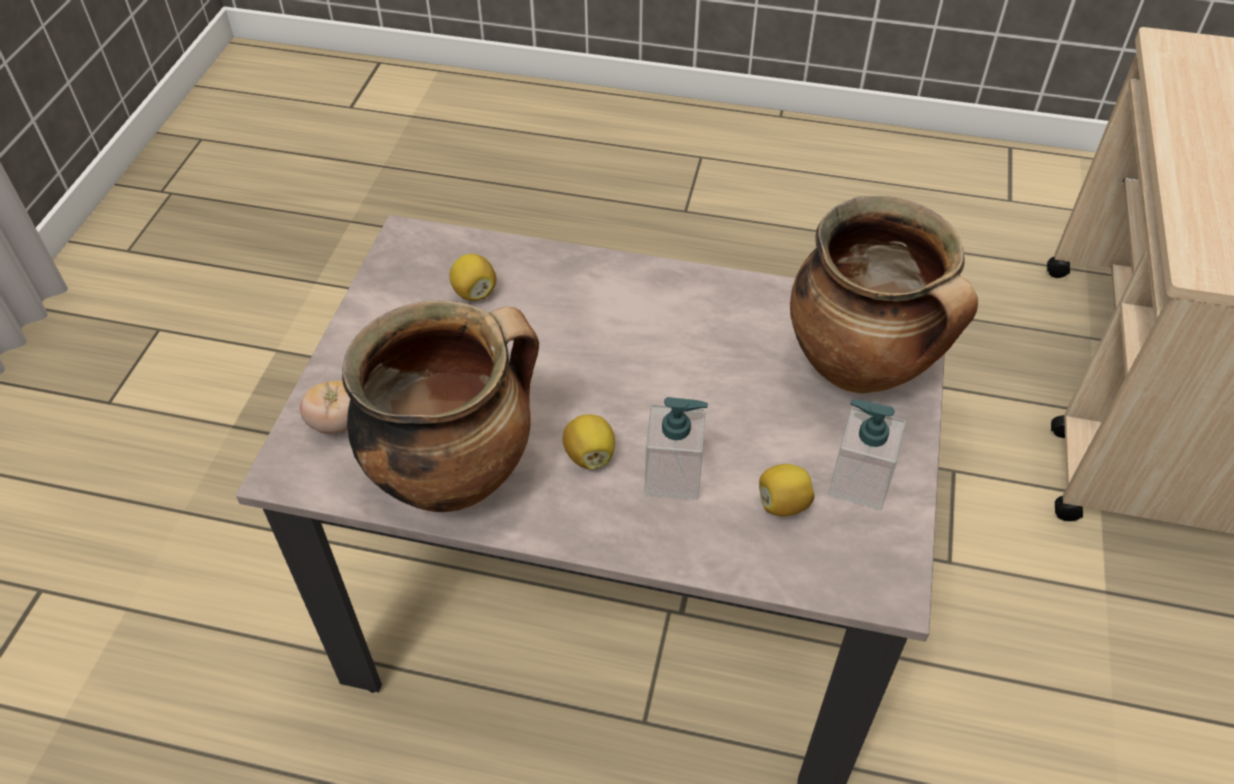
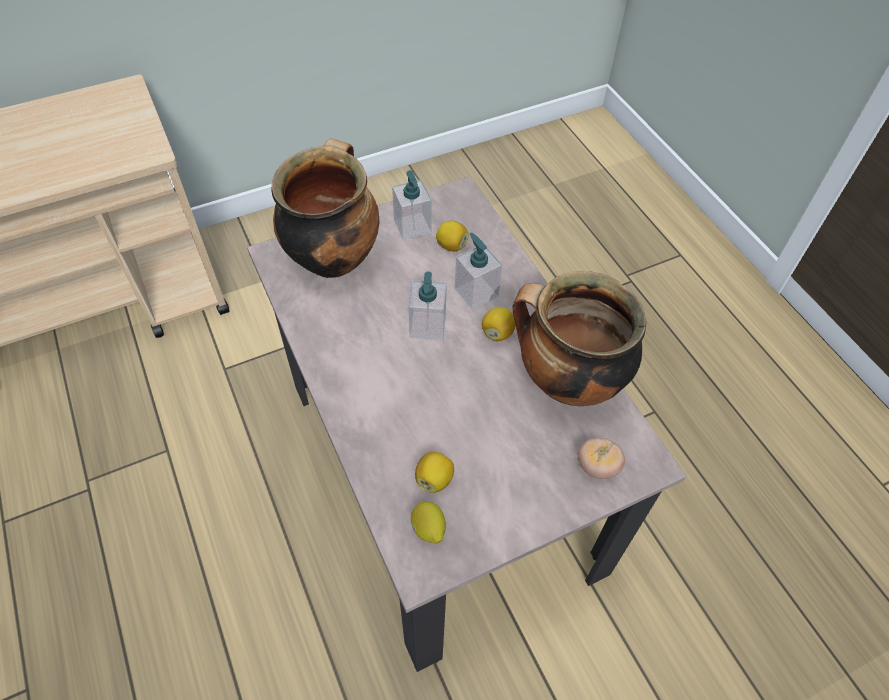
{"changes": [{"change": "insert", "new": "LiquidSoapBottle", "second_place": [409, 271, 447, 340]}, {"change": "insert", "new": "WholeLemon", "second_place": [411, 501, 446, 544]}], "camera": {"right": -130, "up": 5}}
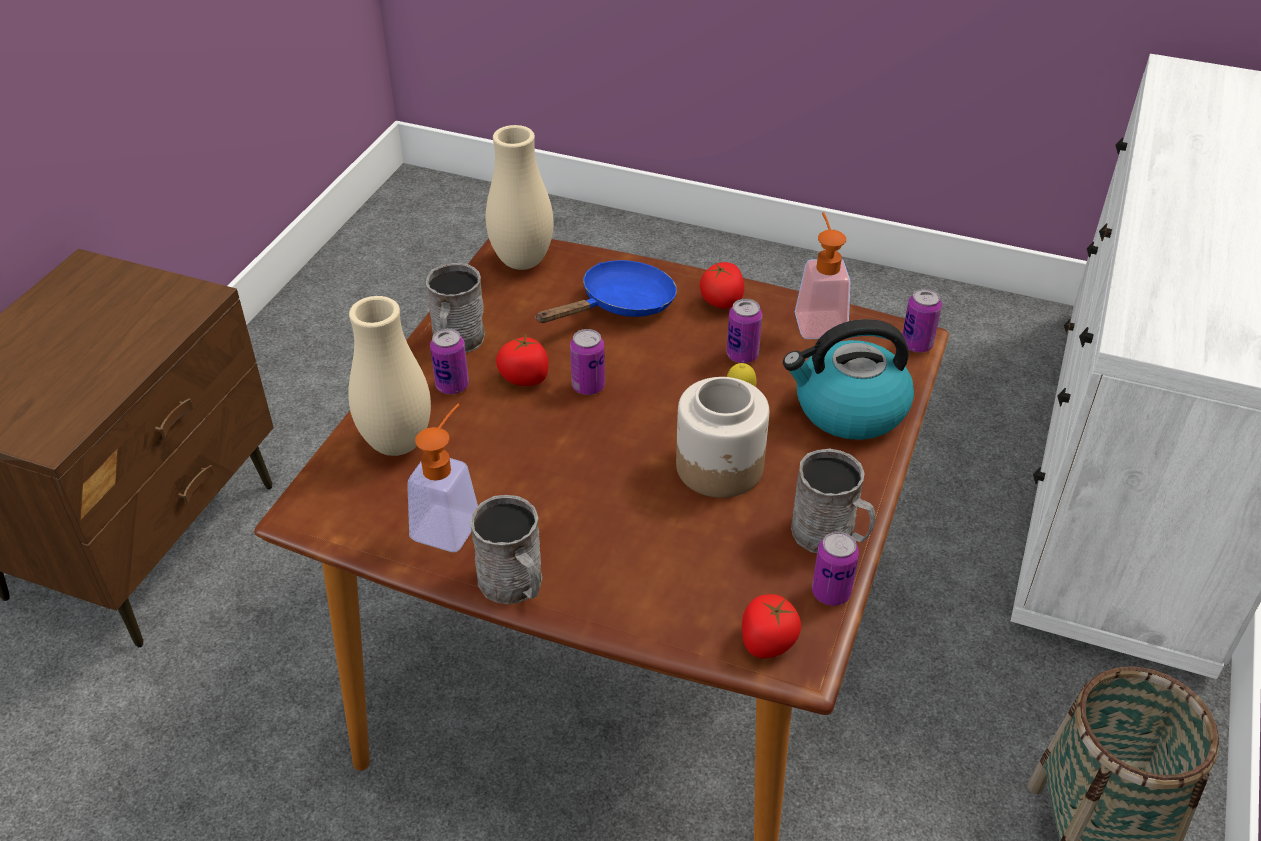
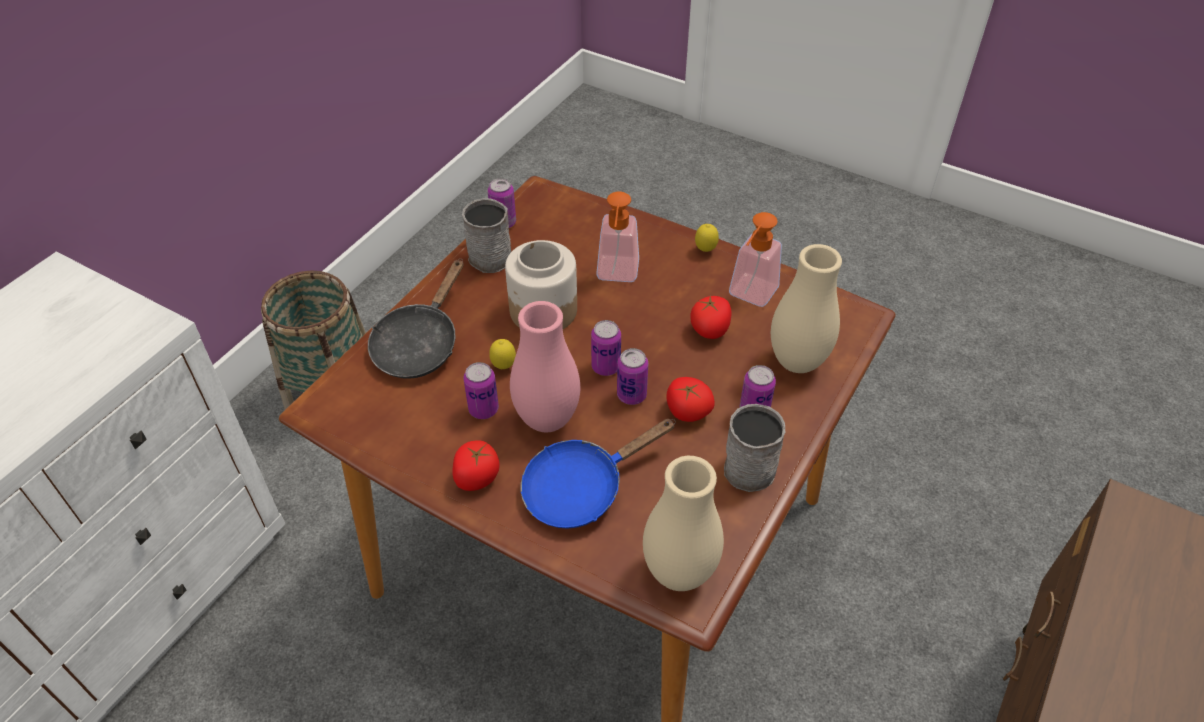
{"changes": [{"change": "insert", "new": "PinkColouredVase", "second_place": [510, 301, 580, 432]}, {"change": "move", "old": "WholeTomato", "first_place": [742, 594, 801, 658], "second_place": [690, 295, 732, 339]}, {"change": "move", "old": "LiquidSoapBottle", "first_place": [795, 212, 851, 339], "second_place": [596, 191, 639, 282]}, {"change": "move", "old": "MetalCan", "first_place": [902, 288, 942, 353], "second_place": [591, 320, 621, 376]}, {"change": "replace", "old": "GrayTeaMug", "new": "WholeLemon", "first_place": [469, 495, 543, 604], "second_place": [695, 224, 719, 252]}, {"change": "replace", "old": "TeaKettle", "new": "BlackFryingPan", "first_place": [783, 319, 914, 440], "second_place": [368, 259, 464, 379]}], "camera": {"right": -170, "up": 5}}
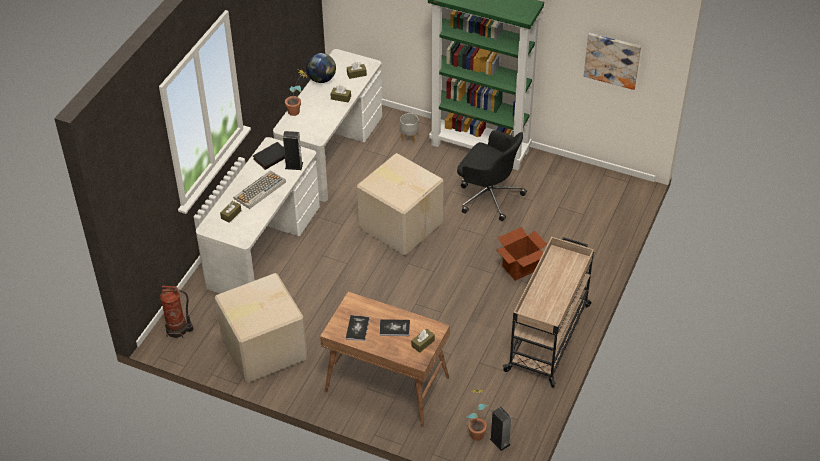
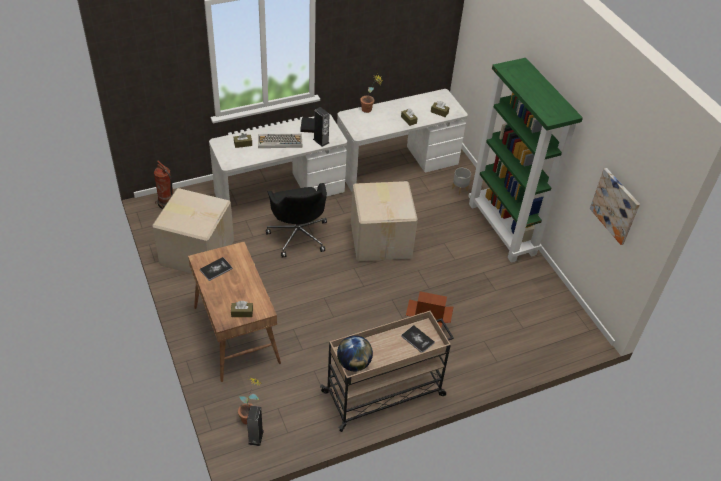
{"changes": [{"change": "move", "old": "DeskGlobe", "first_place": [306, 53, 336, 83], "second_place": [337, 335, 373, 371]}, {"change": "move", "old": "Volume", "first_place": [379, 319, 410, 336], "second_place": [401, 325, 435, 353]}, {"change": "move", "old": "BlackOfficeChair", "first_place": [457, 130, 527, 221], "second_place": [266, 183, 327, 258]}], "camera": {"right": 40, "up": 0}}
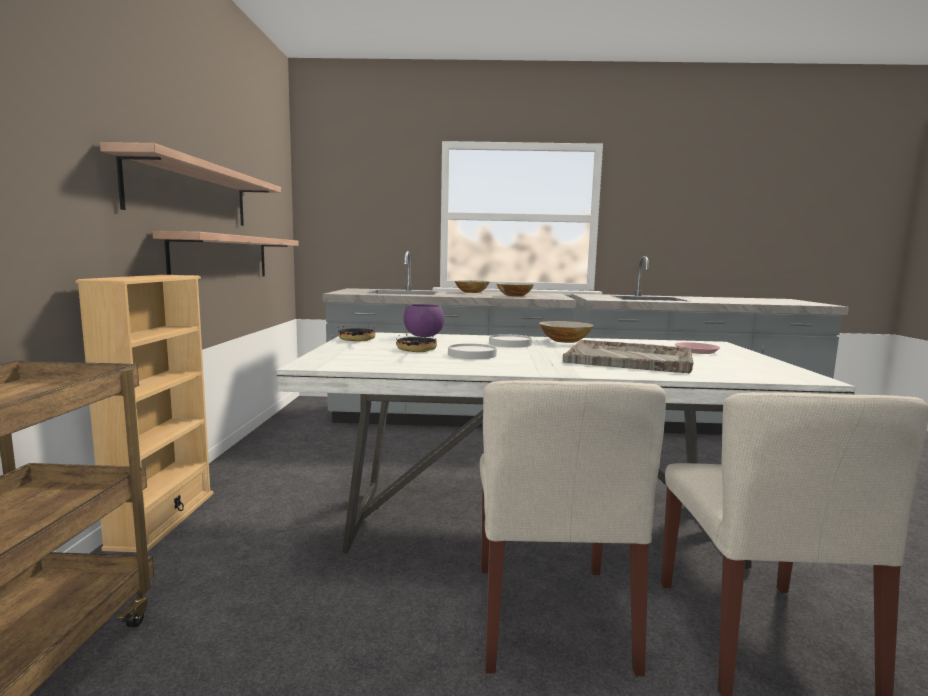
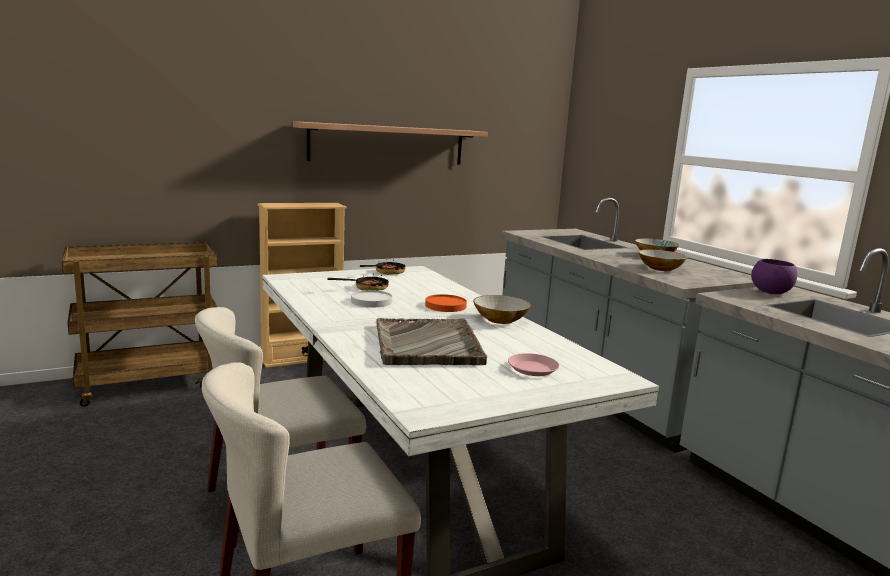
{"changes": [{"change": "delete", "old": "WallShelf", "first_place": [152, 231, 299, 276]}, {"change": "move", "old": "PurpleBowl", "first_place": [404, 304, 445, 337], "second_place": [751, 259, 797, 294]}, {"change": "recolor", "old": "WhiteColouredPlate", "new": "OrangeyPlate", "first_place": [489, 334, 532, 347], "second_place": [425, 294, 467, 312]}], "camera": {"right": 60, "up": 5}}
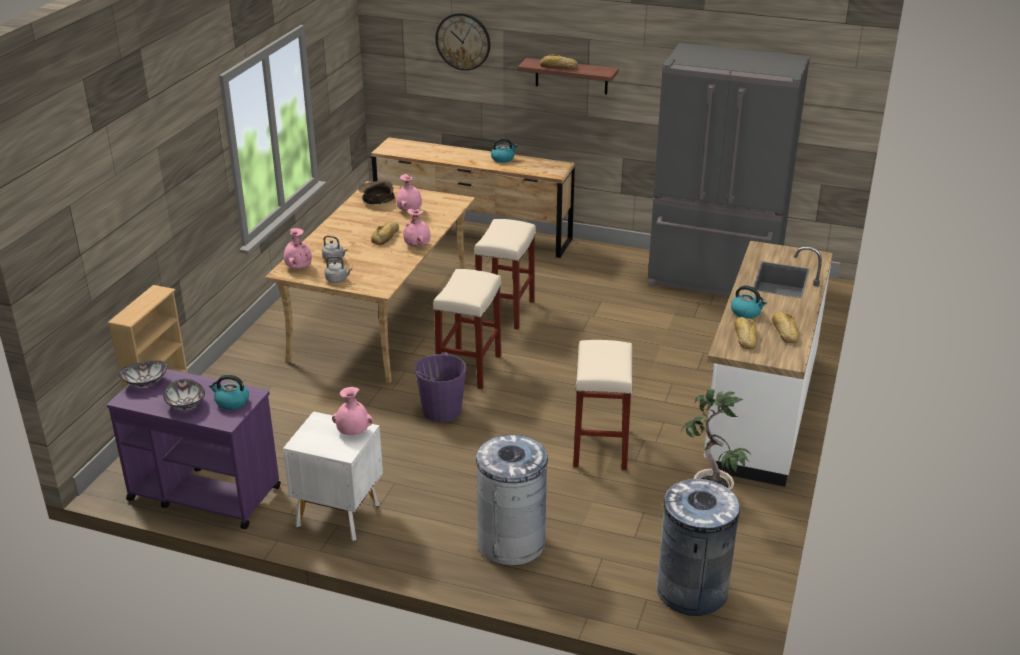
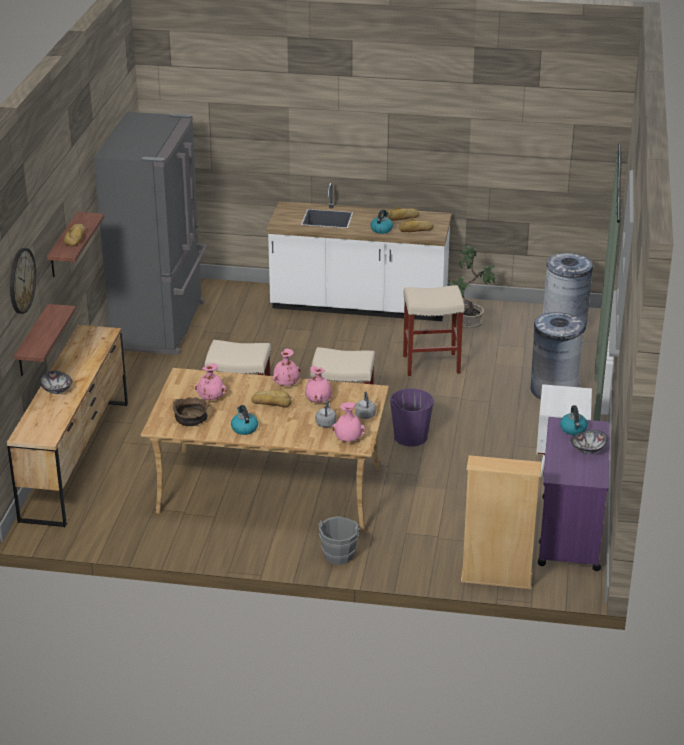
{"changes": [{"change": "insert", "new": "WallShelf", "second_place": [14, 304, 76, 376]}, {"change": "insert", "new": "GrayWaterBucket", "second_place": [318, 516, 362, 565]}, {"change": "move", "old": "Bowl", "first_place": [119, 361, 168, 387], "second_place": [40, 371, 72, 394]}, {"change": "move", "old": "PinkColouredVase", "first_place": [332, 387, 373, 435], "second_place": [305, 366, 332, 403]}, {"change": "move", "old": "TeaKettle", "first_place": [491, 138, 518, 163], "second_place": [231, 405, 258, 435]}], "camera": {"right": -100, "up": 0}}
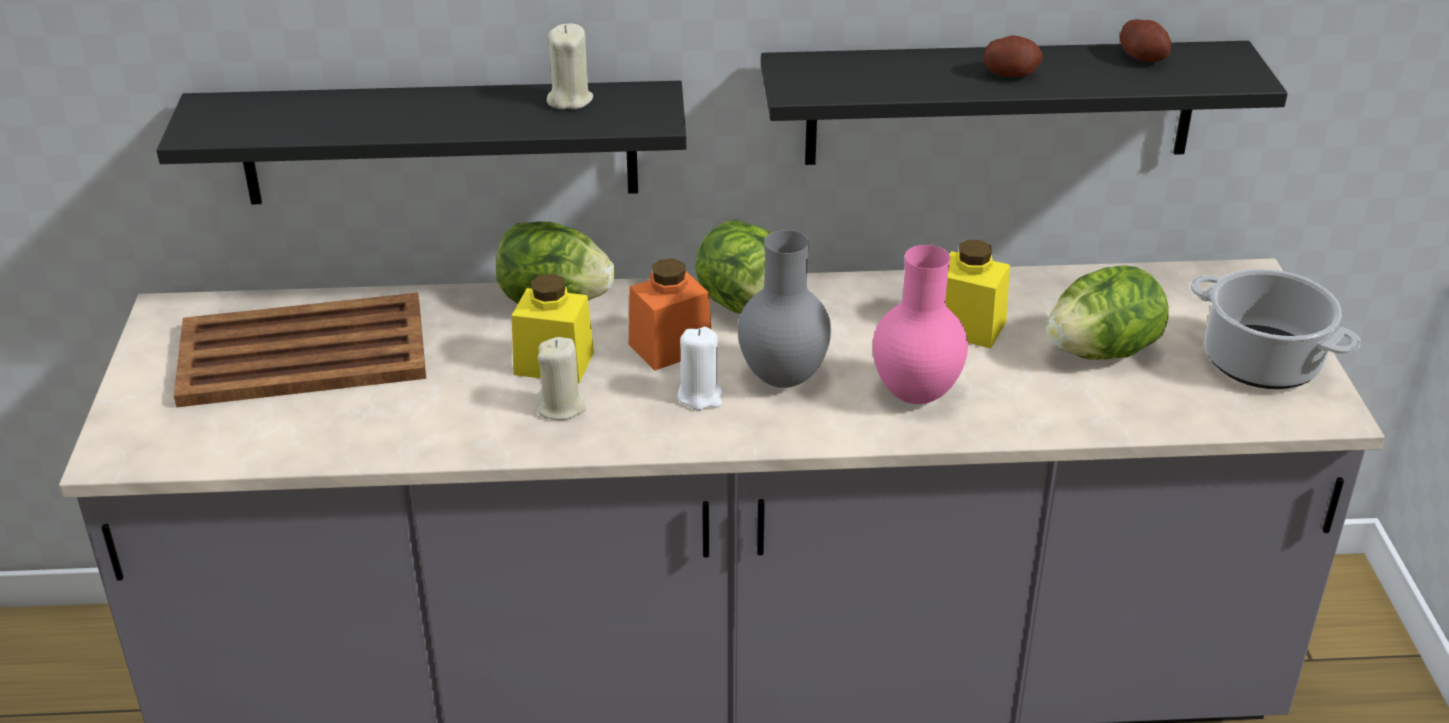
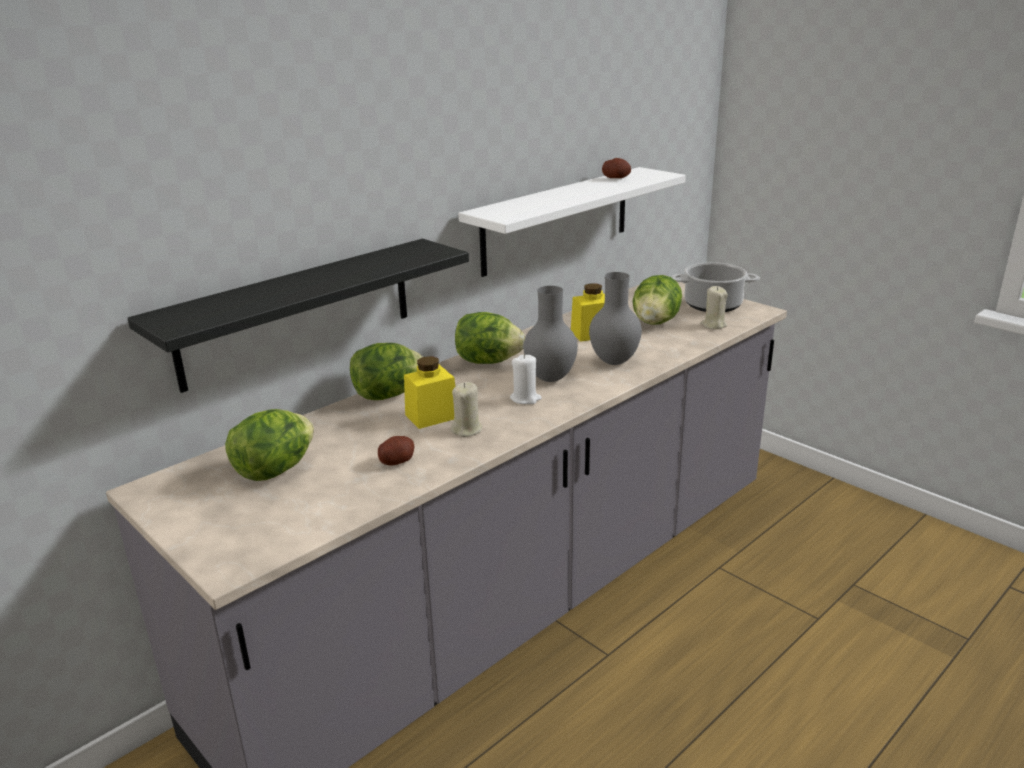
{"changes": [{"change": "delete", "old": "OrangeyStorageJar", "first_place": [629, 259, 711, 371]}, {"change": "move", "old": "SandColouredWaxCandle", "first_place": [547, 23, 593, 109], "second_place": [700, 286, 728, 329]}, {"change": "move", "old": "Spud", "first_place": [984, 35, 1043, 77], "second_place": [378, 436, 415, 465]}, {"change": "replace", "old": "BrownishServingTray", "new": "HeadOfLettuce", "first_place": [174, 293, 426, 408], "second_place": [225, 409, 314, 481]}, {"change": "recolor", "old": "BlackWallShelf", "new": "WhiteColouredWallShelf", "first_place": [761, 41, 1288, 165], "second_place": [458, 167, 686, 277]}, {"change": "recolor", "old": "PinkColouredVase", "new": "GrayVase", "first_place": [873, 245, 968, 404], "second_place": [589, 272, 642, 365]}], "camera": {"right": -40, "up": -10}}
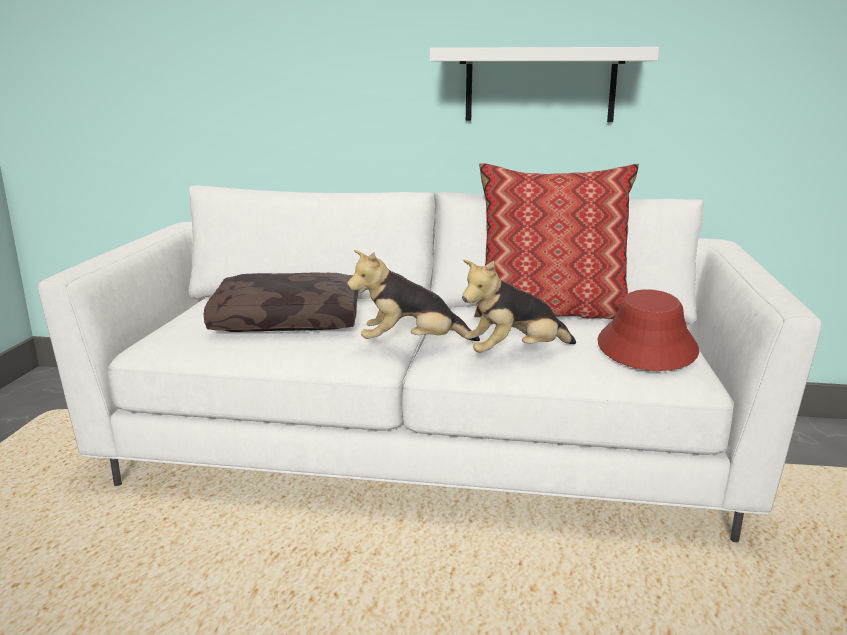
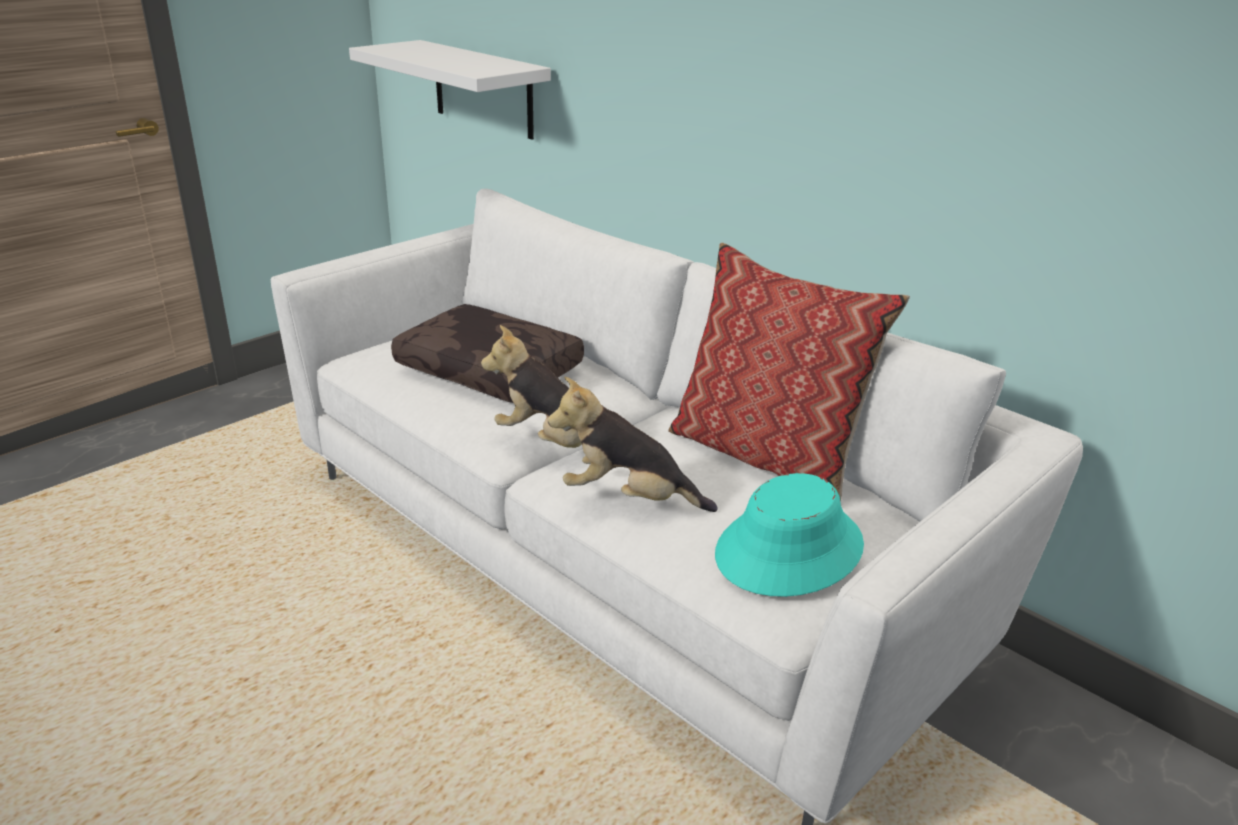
{"changes": [{"change": "move", "old": "WhiteColouredWallShelf", "first_place": [430, 47, 659, 122], "second_place": [349, 40, 551, 140]}, {"change": "recolor", "old": "ReddishHat", "new": "TurquoiseHat", "first_place": [597, 289, 699, 371], "second_place": [715, 473, 864, 597]}], "camera": {"right": 35, "up": 10}}
